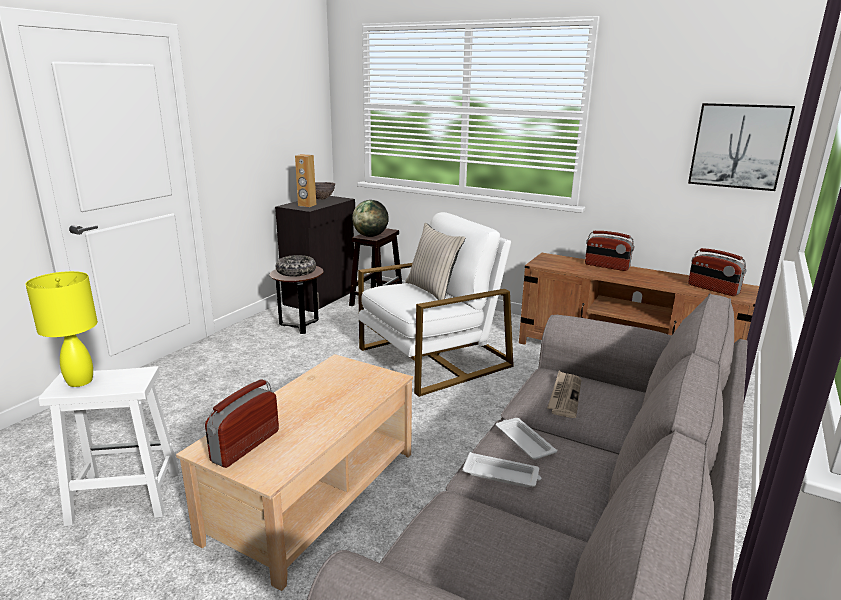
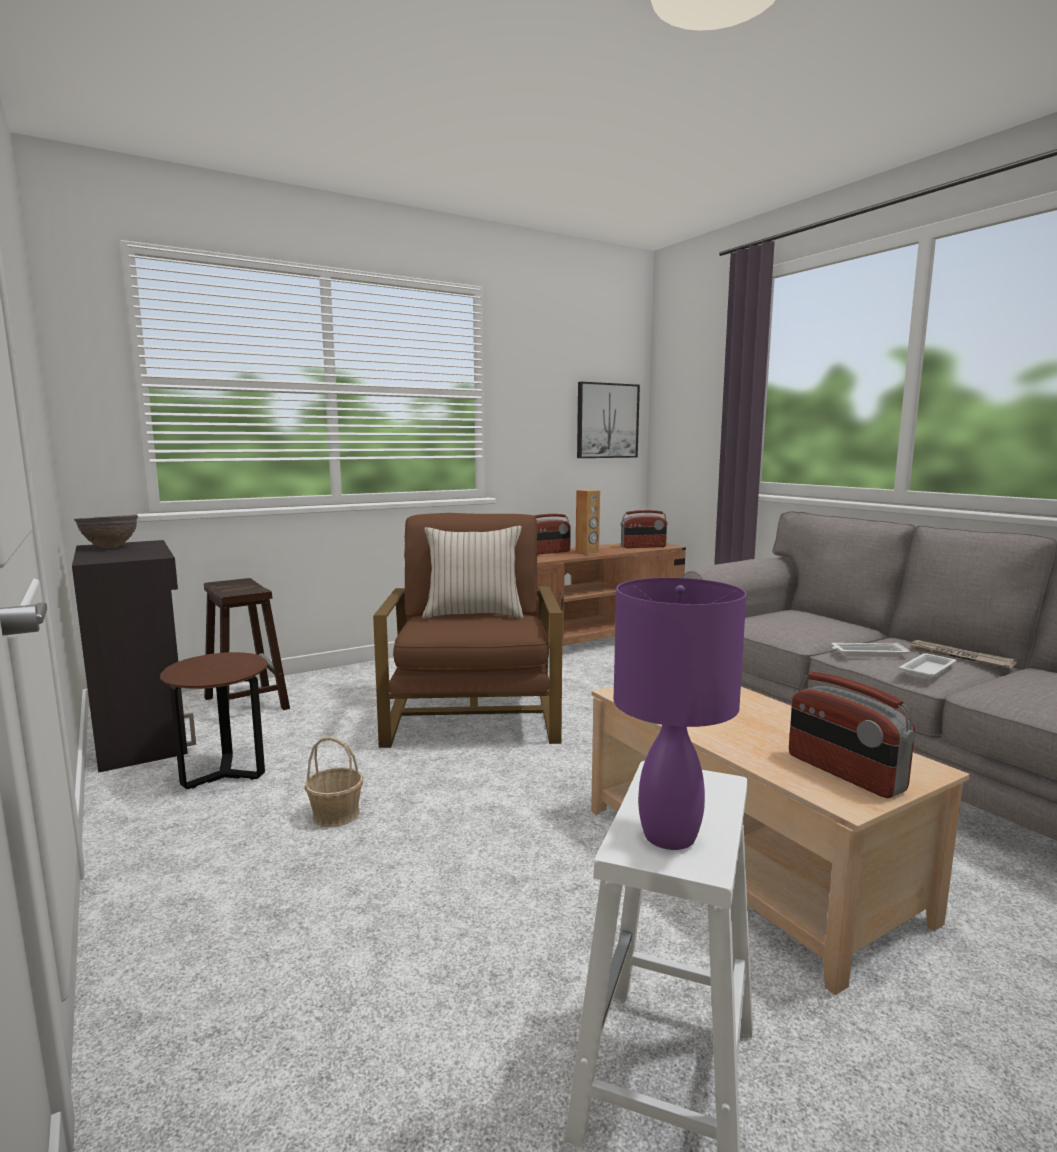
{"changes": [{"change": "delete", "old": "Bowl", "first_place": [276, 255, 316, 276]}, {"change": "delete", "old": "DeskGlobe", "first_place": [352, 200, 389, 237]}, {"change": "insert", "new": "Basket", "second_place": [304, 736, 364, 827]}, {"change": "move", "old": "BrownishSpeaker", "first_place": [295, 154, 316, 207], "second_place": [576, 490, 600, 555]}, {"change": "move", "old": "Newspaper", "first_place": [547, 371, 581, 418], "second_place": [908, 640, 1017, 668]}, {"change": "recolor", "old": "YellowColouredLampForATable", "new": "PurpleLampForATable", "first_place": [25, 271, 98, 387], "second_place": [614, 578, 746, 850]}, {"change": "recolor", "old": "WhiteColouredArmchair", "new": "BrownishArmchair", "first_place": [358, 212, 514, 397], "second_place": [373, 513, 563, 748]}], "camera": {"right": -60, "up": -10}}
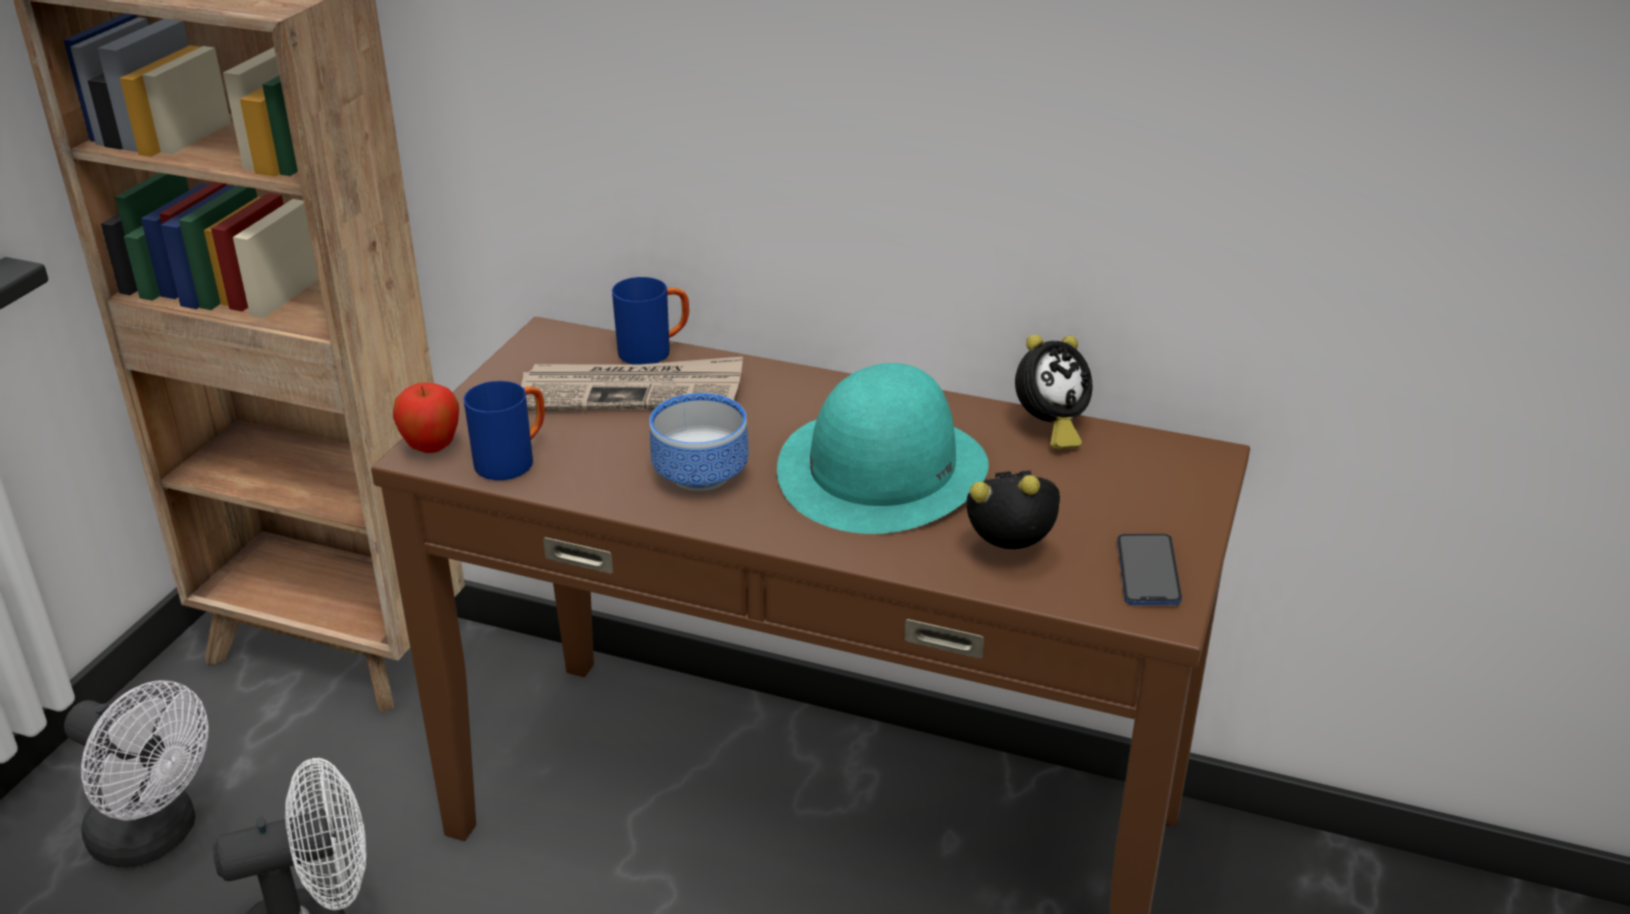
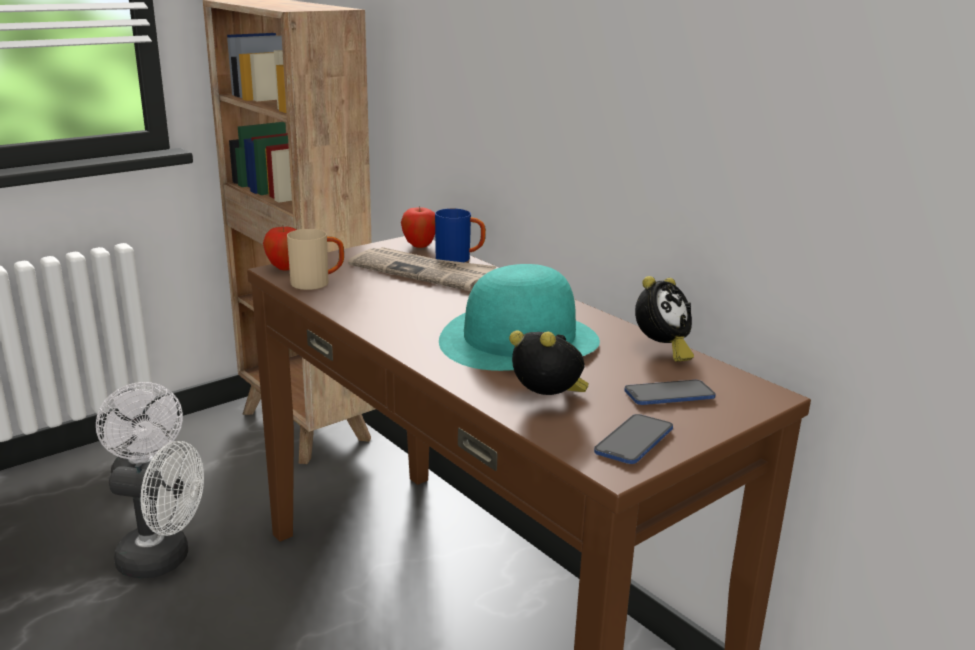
{"changes": [{"change": "delete", "old": "Bowl", "first_place": [650, 393, 749, 491]}, {"change": "insert", "new": "AppleFruit", "second_place": [401, 206, 435, 248]}, {"change": "insert", "new": "Phone", "second_place": [624, 380, 716, 405]}, {"change": "recolor", "old": "BluishTeaMug", "new": "SandColouredTeaMug", "first_place": [464, 381, 545, 480], "second_place": [287, 229, 344, 290]}, {"change": "rotate", "old": "TableClock", "first_place": [1015, 335, 1092, 449], "second_place": [635, 276, 694, 362], "degrees": -45}], "camera": {"right": 30, "up": -10}}
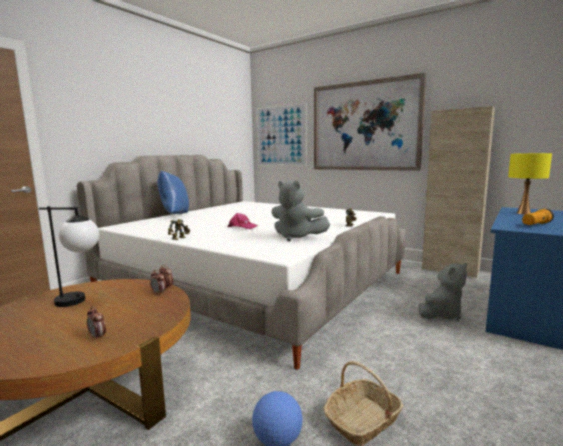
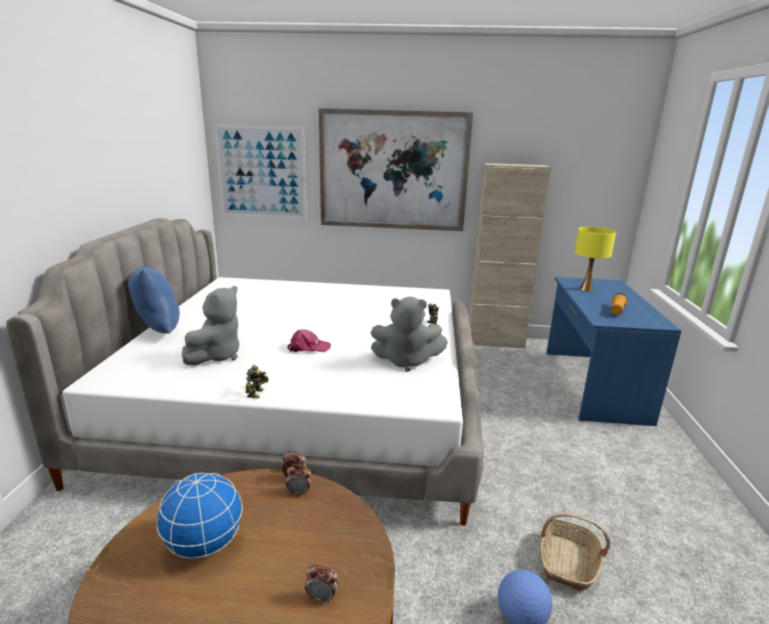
{"changes": [{"change": "move", "old": "GraySoftToy", "first_place": [418, 263, 467, 321], "second_place": [182, 286, 239, 365]}, {"change": "replace", "old": "LampForATable", "new": "DeskGlobe", "first_place": [39, 206, 99, 307], "second_place": [156, 473, 243, 558]}], "camera": {"right": -30, "up": 10}}
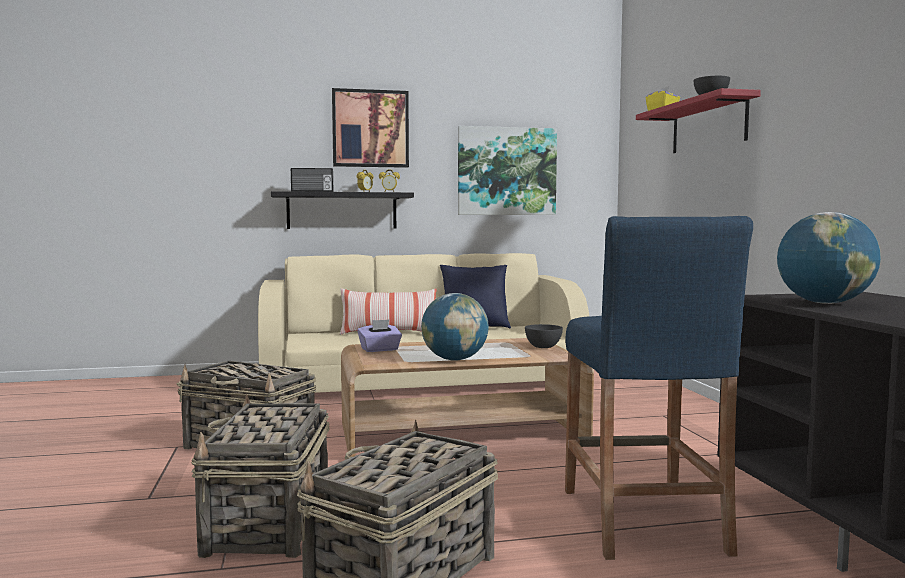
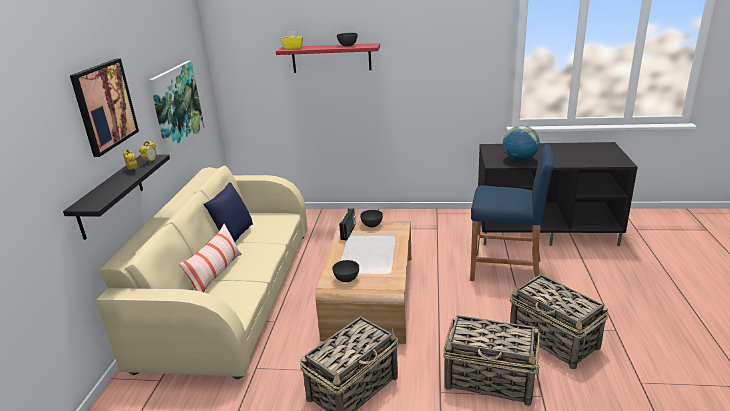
{"changes": [{"change": "delete", "old": "DeskGlobe", "first_place": [421, 293, 489, 361]}, {"change": "move", "old": "Radio", "first_place": [291, 168, 333, 192], "second_place": [339, 208, 356, 240]}, {"change": "replace", "old": "PurpleBoxOfTissues", "new": "GrayBowl", "first_place": [357, 320, 402, 352], "second_place": [332, 260, 359, 282]}], "camera": {"right": -70, "up": 20}}
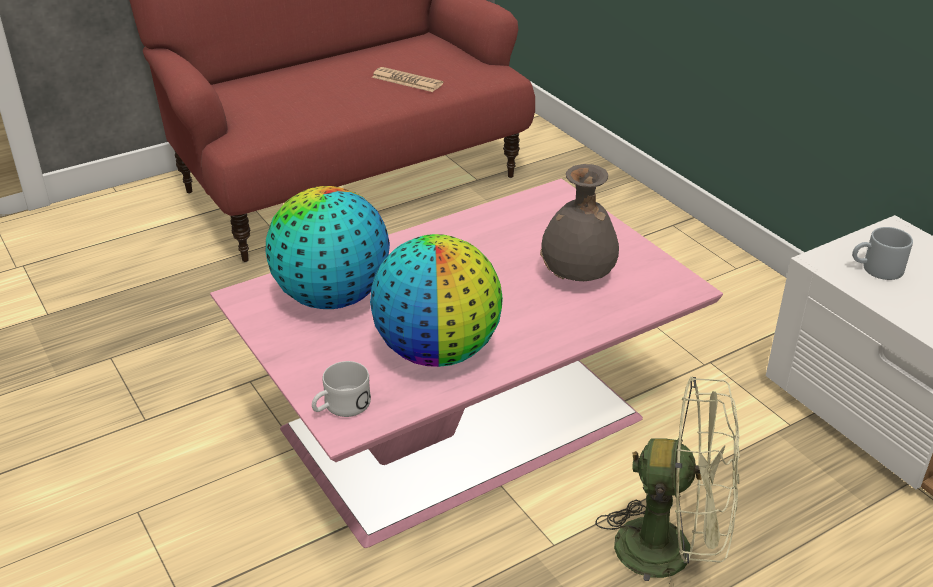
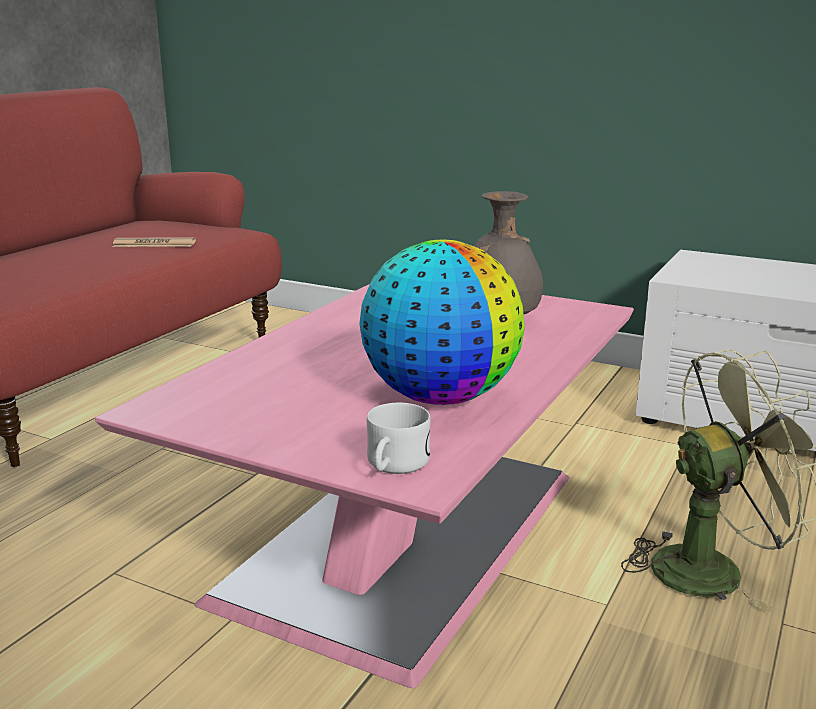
{"changes": [{"change": "delete", "old": "DeskGlobe", "first_place": [266, 186, 390, 309]}, {"change": "delete", "old": "GrayTeaMug", "first_place": [852, 227, 913, 280]}], "camera": {"right": -30, "up": -15}}
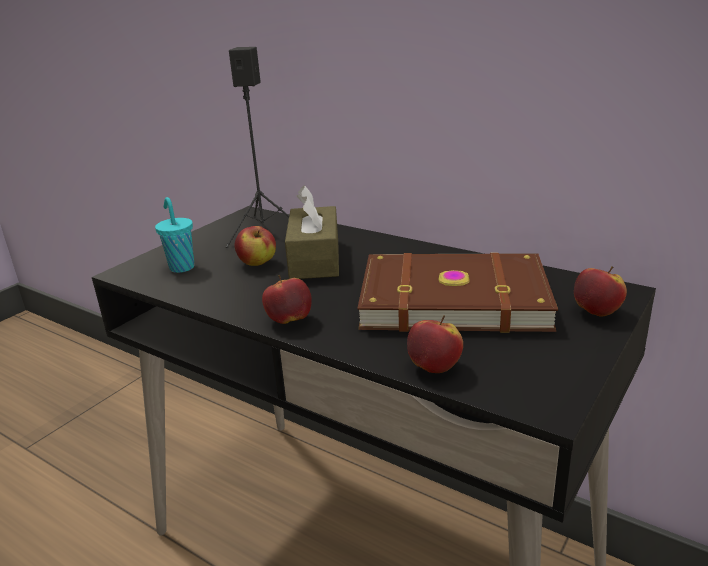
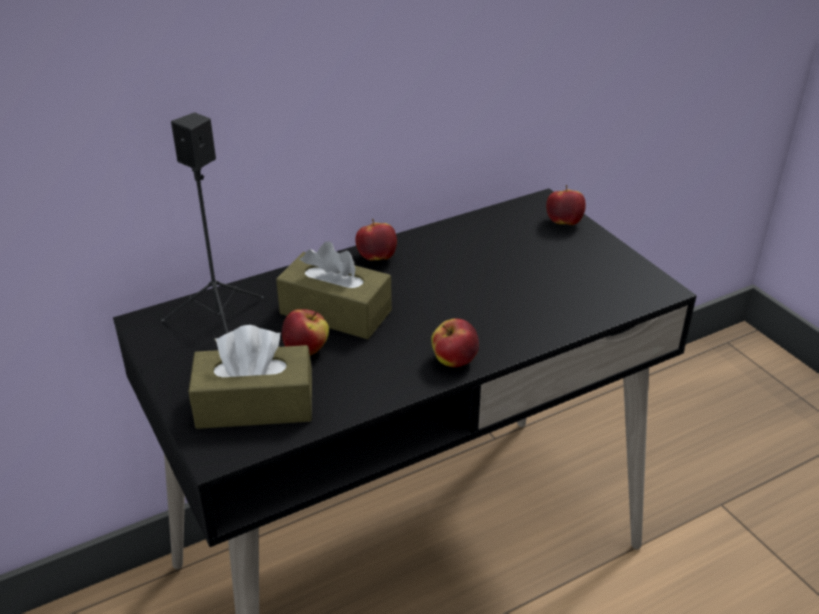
{"changes": [{"change": "delete", "old": "BrownishVolume", "first_place": [357, 252, 558, 333]}, {"change": "move", "old": "AppleFruit", "first_place": [407, 315, 463, 373], "second_place": [355, 219, 397, 261]}, {"change": "replace", "old": "TurquoiseDrinkingCup", "new": "BrownishBoxOfTissues", "first_place": [155, 197, 194, 273], "second_place": [188, 325, 312, 429]}], "camera": {"right": -65, "up": 10}}
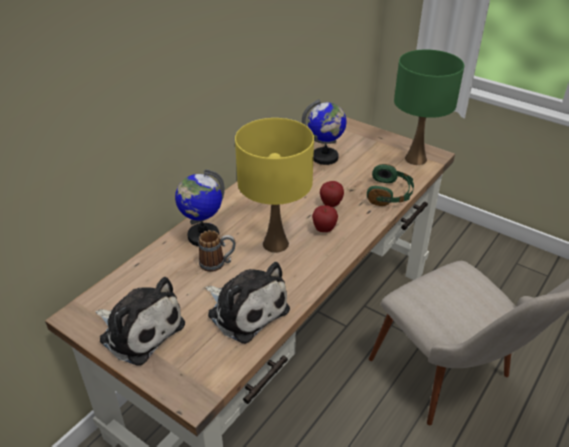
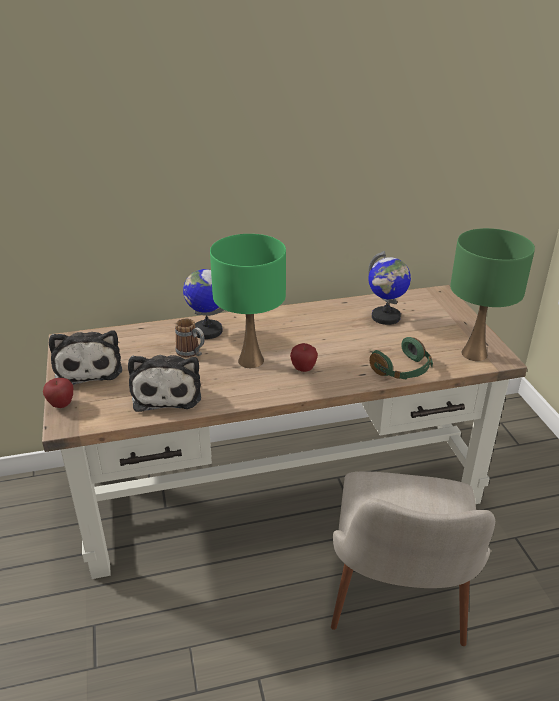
{"changes": [{"change": "move", "old": "AppleFruit", "first_place": [320, 181, 344, 207], "second_place": [43, 378, 73, 408]}, {"change": "recolor", "old": "YellowColouredLampForATable", "new": "GreenishLampForATable", "first_place": [235, 118, 314, 253], "second_place": [210, 234, 286, 368]}], "camera": {"right": 40, "up": -5}}
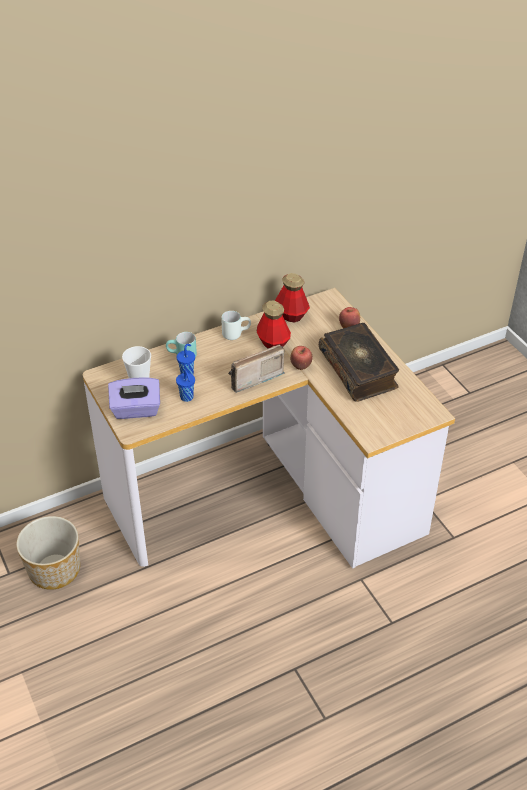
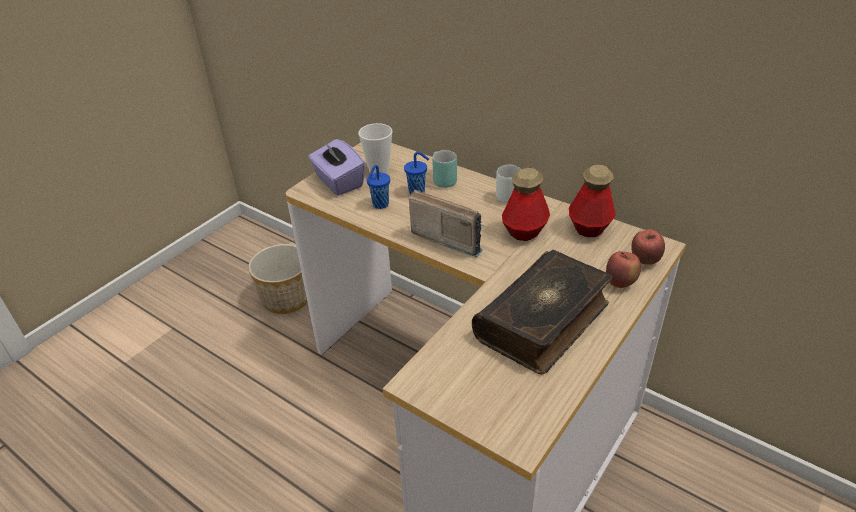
{"changes": [{"change": "move", "old": "AppleFruit", "first_place": [290, 346, 313, 370], "second_place": [631, 229, 665, 265]}], "camera": {"right": 65, "up": -5}}
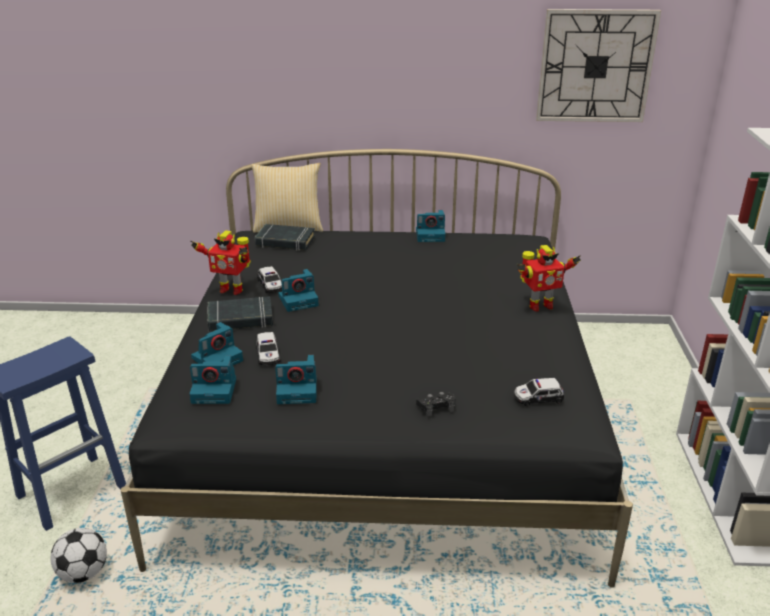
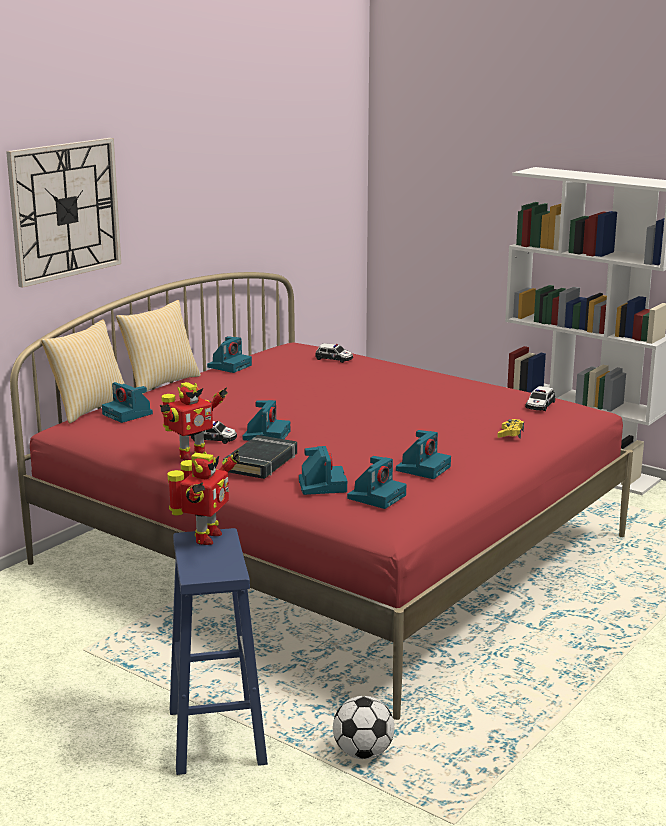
{"changes": [{"change": "insert", "new": "ThrowPillow", "second_place": [116, 300, 201, 394]}, {"change": "move", "old": "MiniatureCar", "first_place": [256, 332, 281, 365], "second_place": [315, 343, 353, 363]}, {"change": "move", "old": "RobotFigure", "first_place": [517, 245, 581, 312], "second_place": [167, 450, 240, 545]}, {"change": "move", "old": "HangingClock", "first_place": [536, 9, 661, 122], "second_place": [6, 138, 121, 288]}, {"change": "replace", "old": "BlackVolume", "new": "StillCamera", "first_place": [255, 224, 315, 250], "second_place": [102, 382, 153, 423]}, {"change": "recolor", "old": "BlackBed", "new": "ReddishBed", "first_place": [121, 149, 633, 588], "second_place": [10, 272, 633, 720]}, {"change": "recolor", "old": "BlackJoypad", "new": "YellowColouredJoypad", "first_place": [416, 392, 455, 416], "second_place": [497, 419, 524, 438]}], "camera": {"right": -55, "up": -10}}
